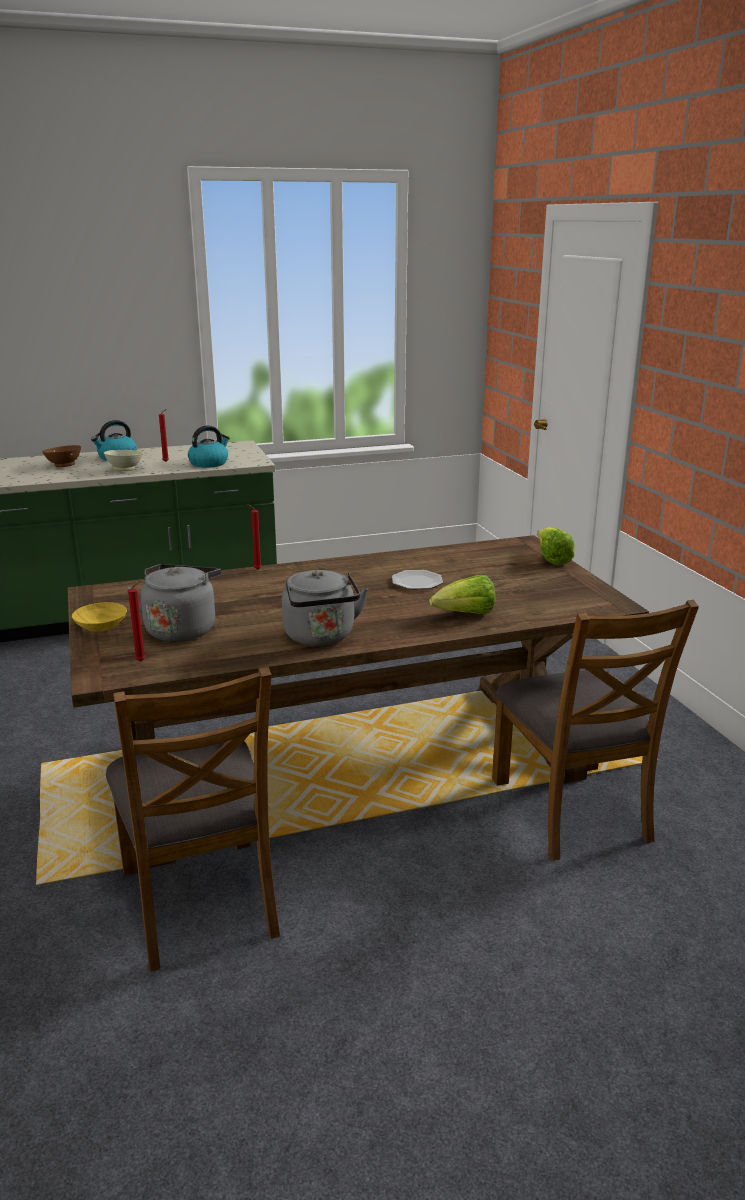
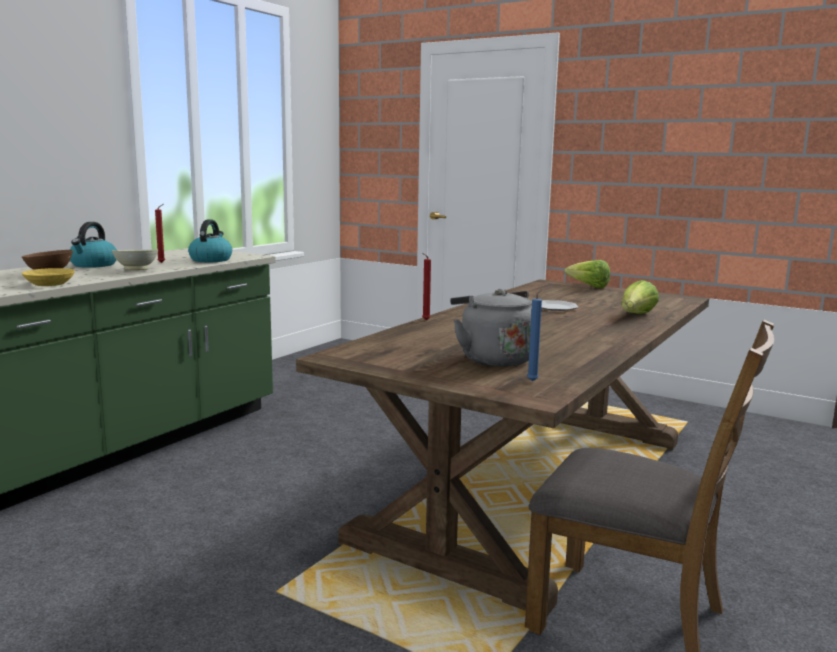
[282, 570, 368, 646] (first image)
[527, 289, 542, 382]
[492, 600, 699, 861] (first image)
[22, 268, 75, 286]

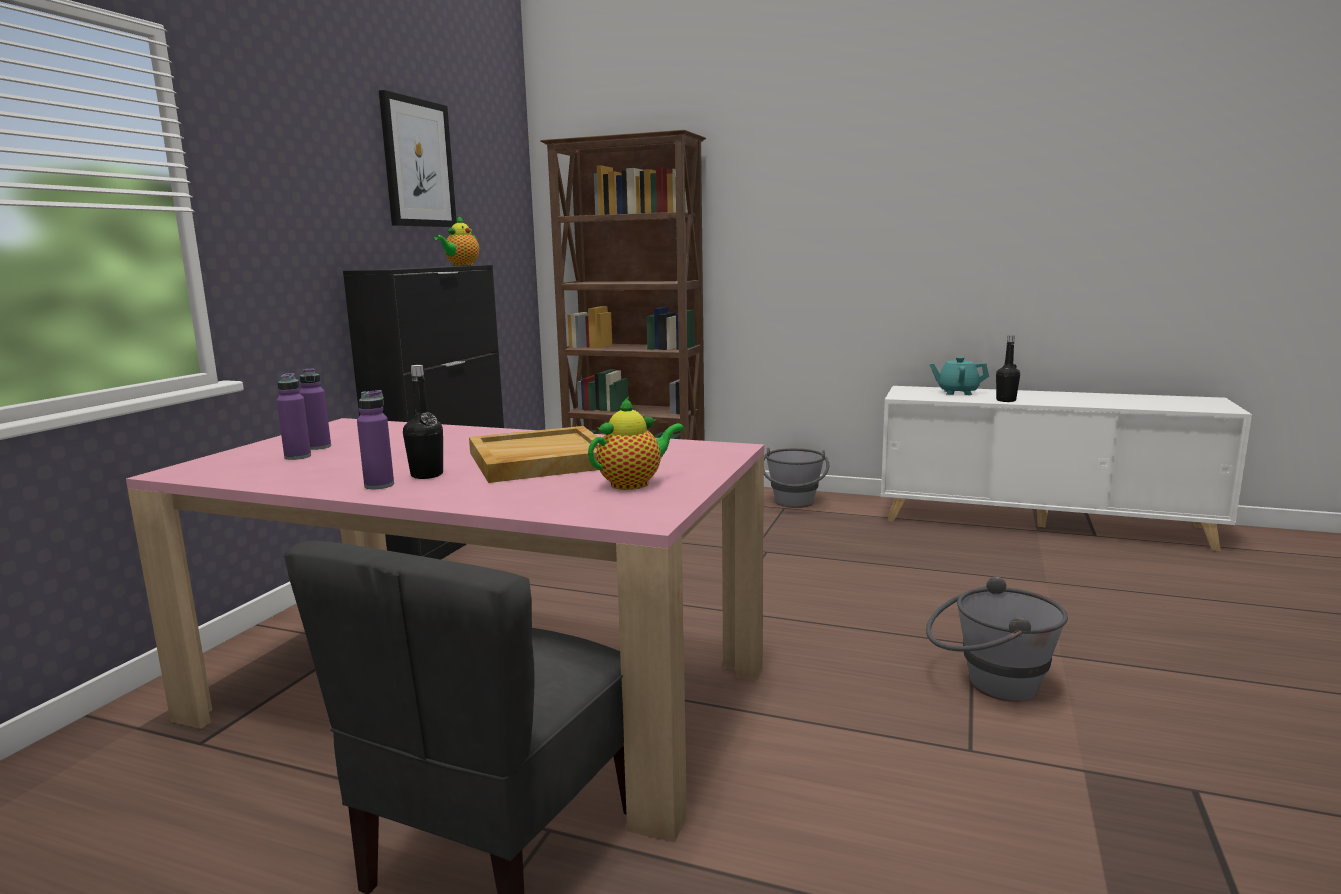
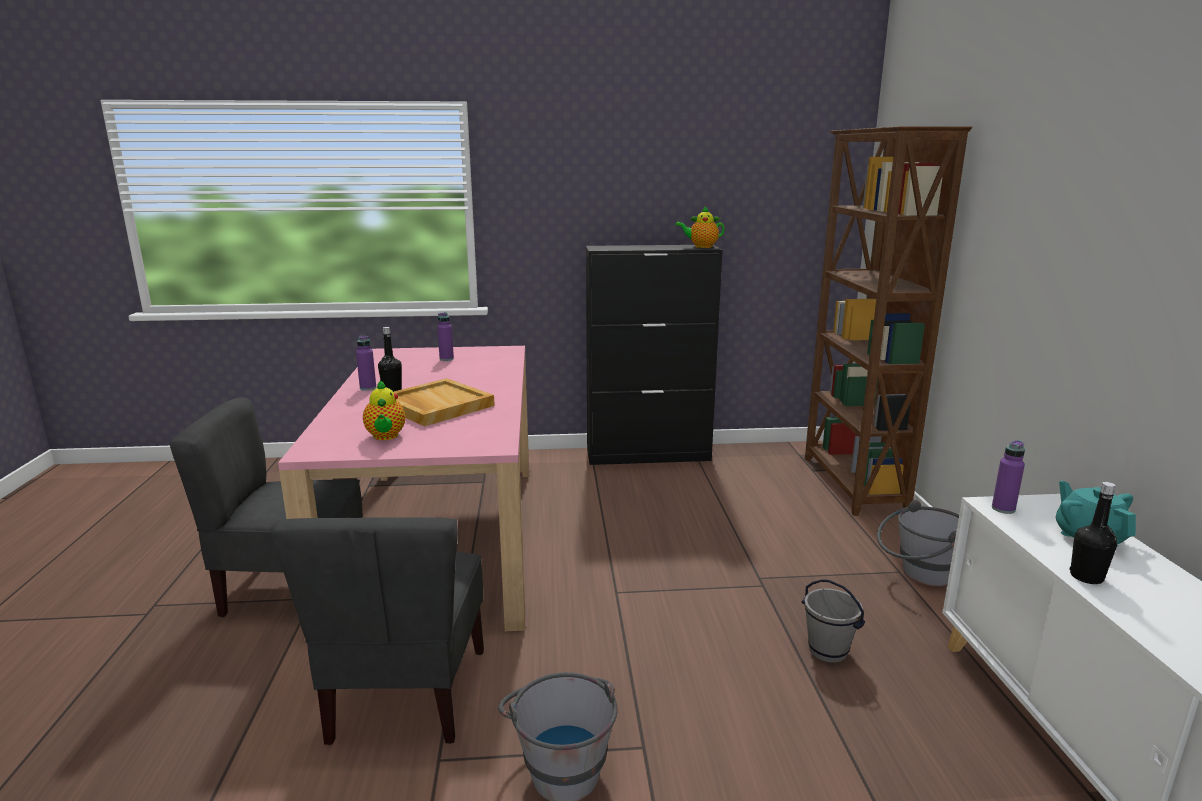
[379, 90, 457, 227] (first image)
[992, 440, 1025, 514]
[363, 380, 406, 440]
[271, 517, 484, 745]
[802, 579, 865, 663]

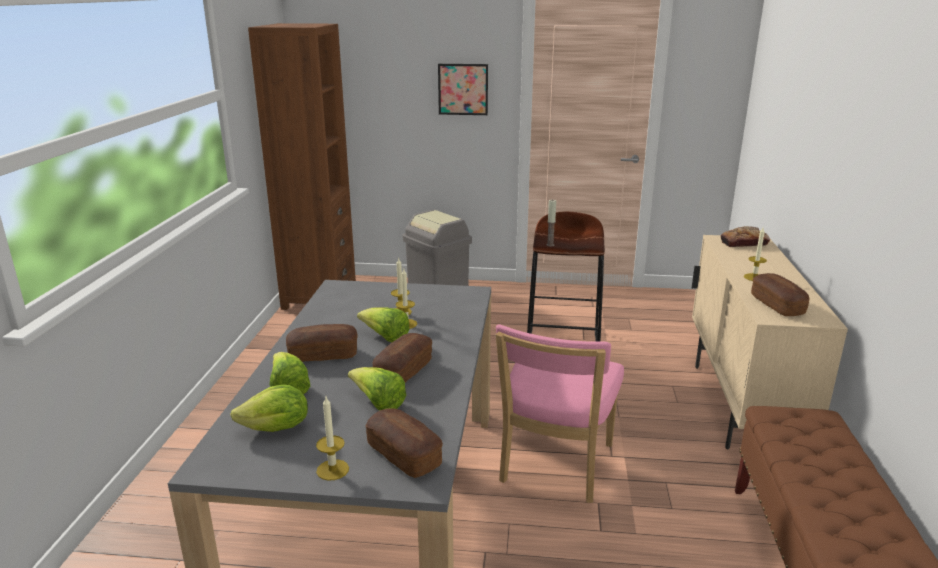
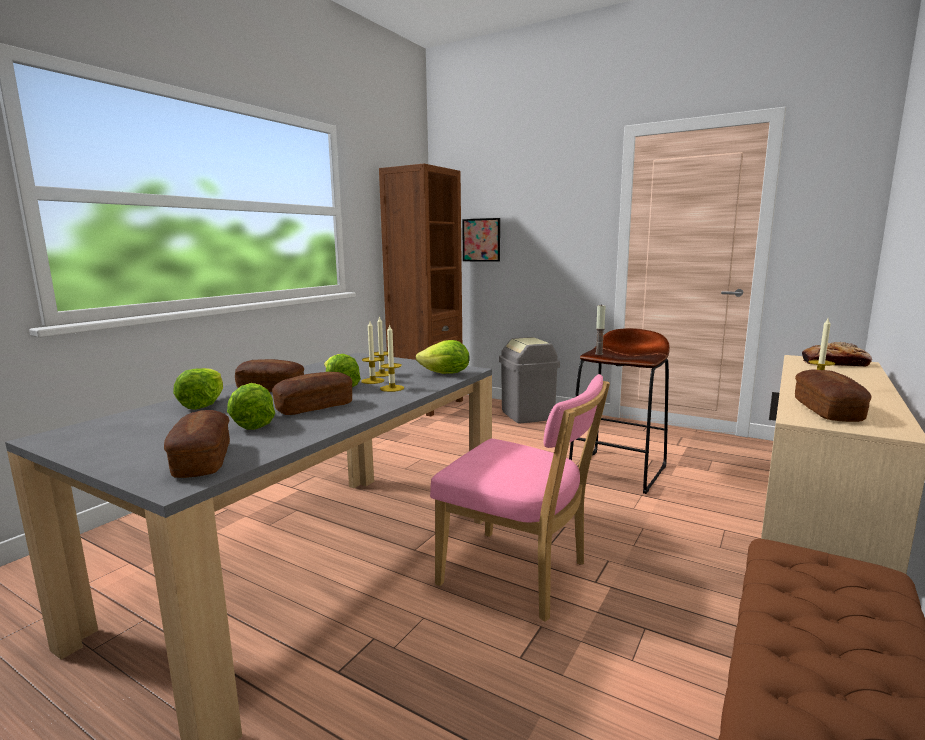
[462, 218, 500, 262]
[430, 374, 610, 622]
[416, 340, 470, 374]
[380, 324, 404, 392]

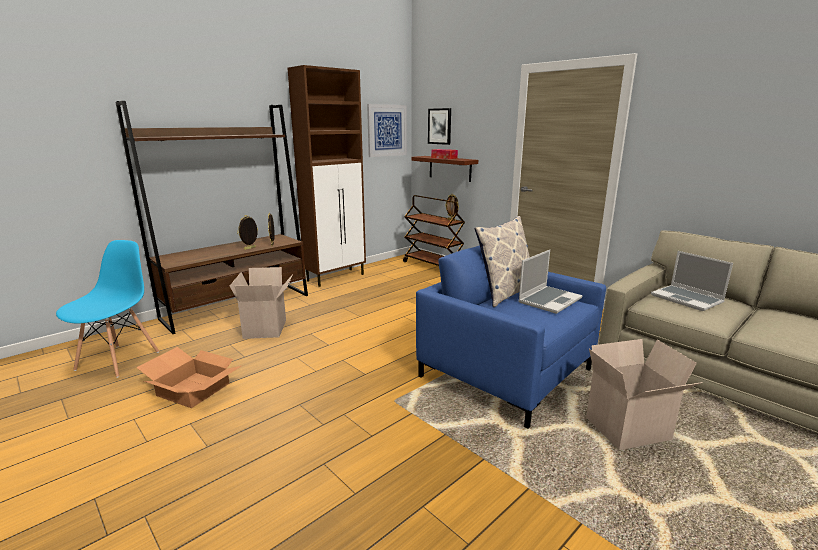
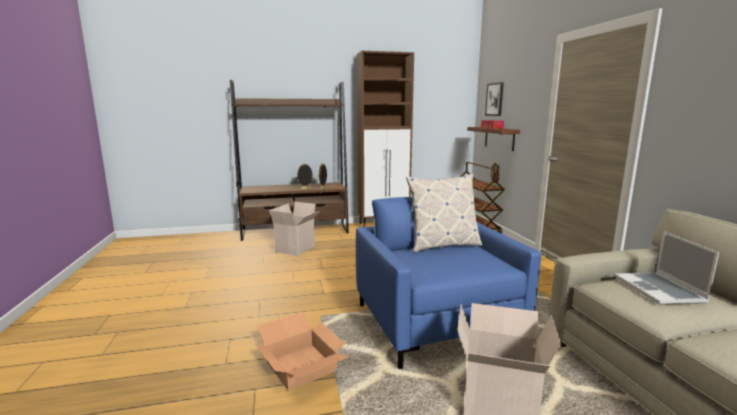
[367, 104, 407, 157] (first image)
[56, 240, 159, 378] (first image)
[518, 250, 583, 314] (first image)
[255, 312, 350, 391]

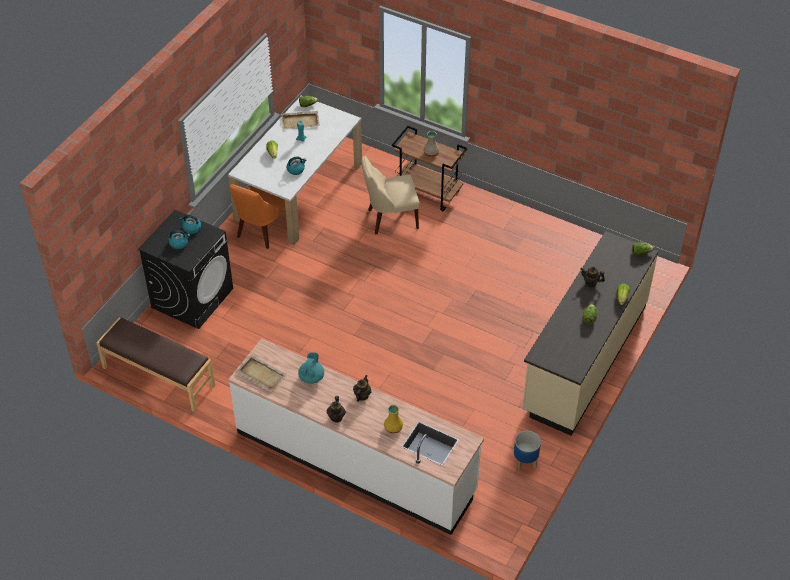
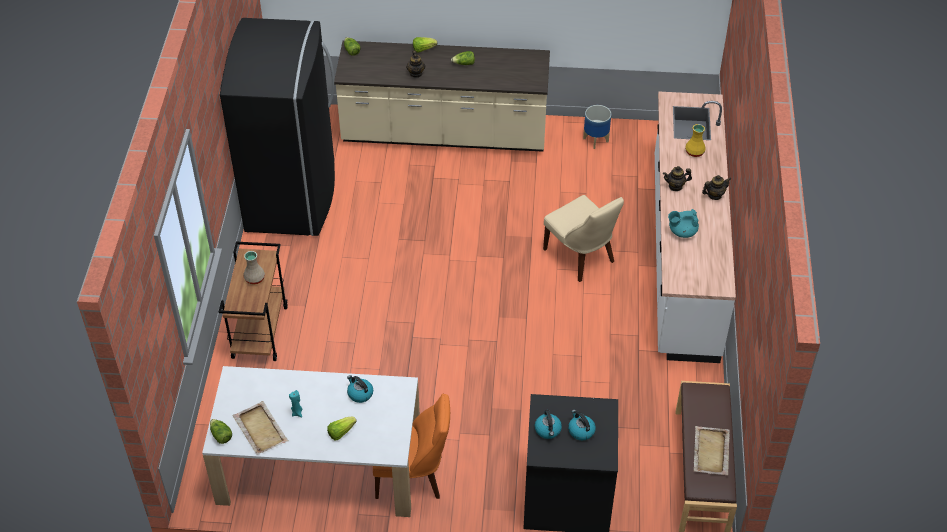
[543, 195, 624, 282]
[694, 426, 730, 475]
[220, 18, 335, 236]

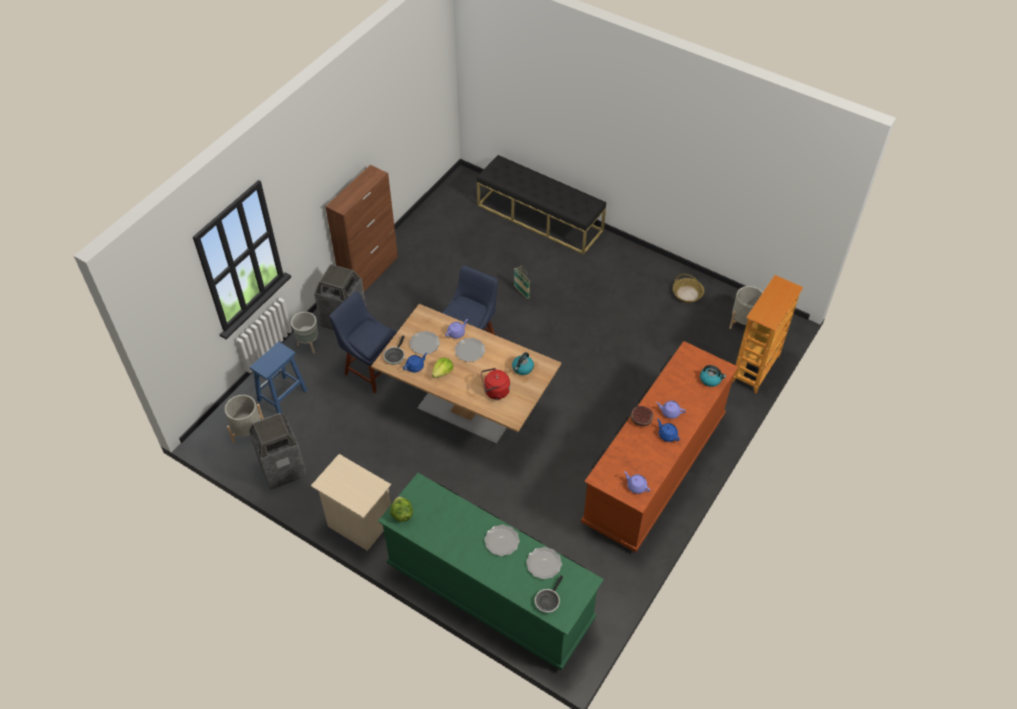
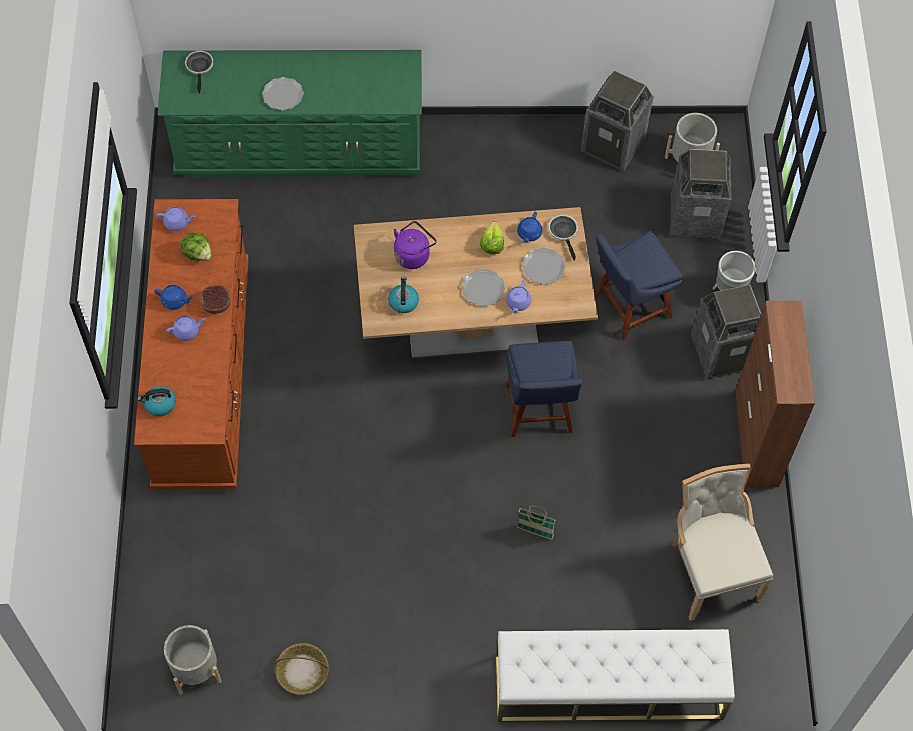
[496, 629, 735, 722]
[732, 275, 803, 394] (first image)
[594, 231, 683, 340]
[671, 149, 732, 239]
[394, 221, 437, 269]
[311, 454, 391, 551] (first image)
[180, 233, 211, 262]
[526, 547, 562, 579] (first image)
[671, 464, 773, 621]

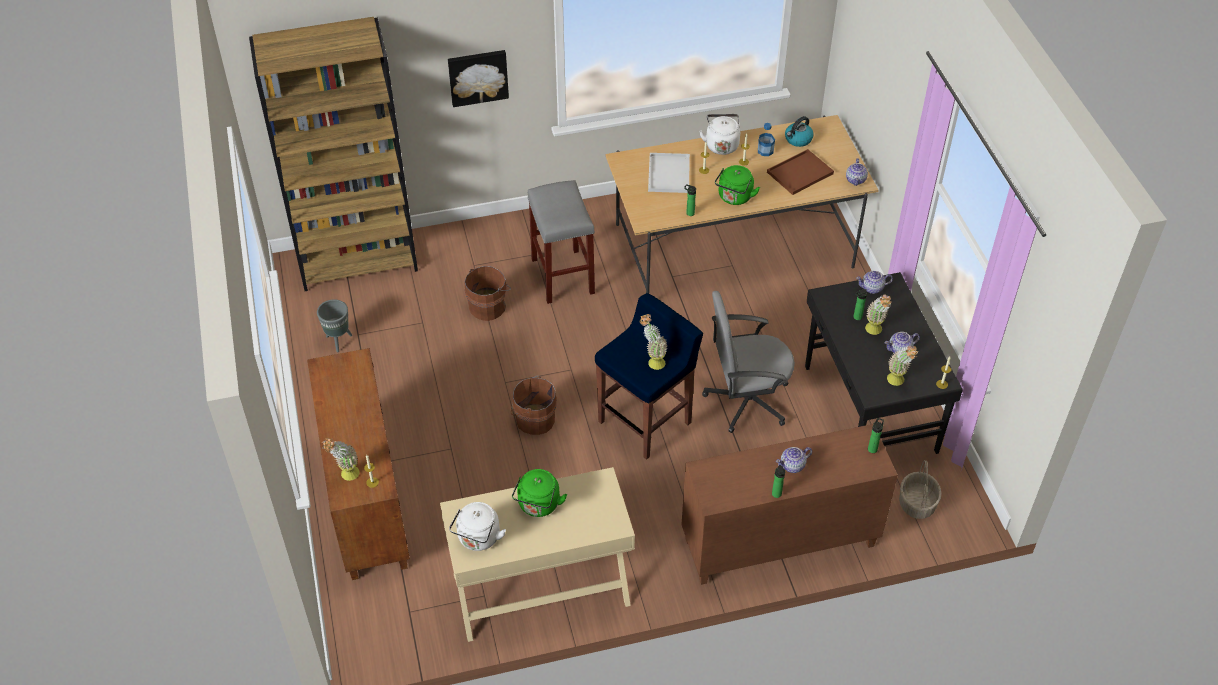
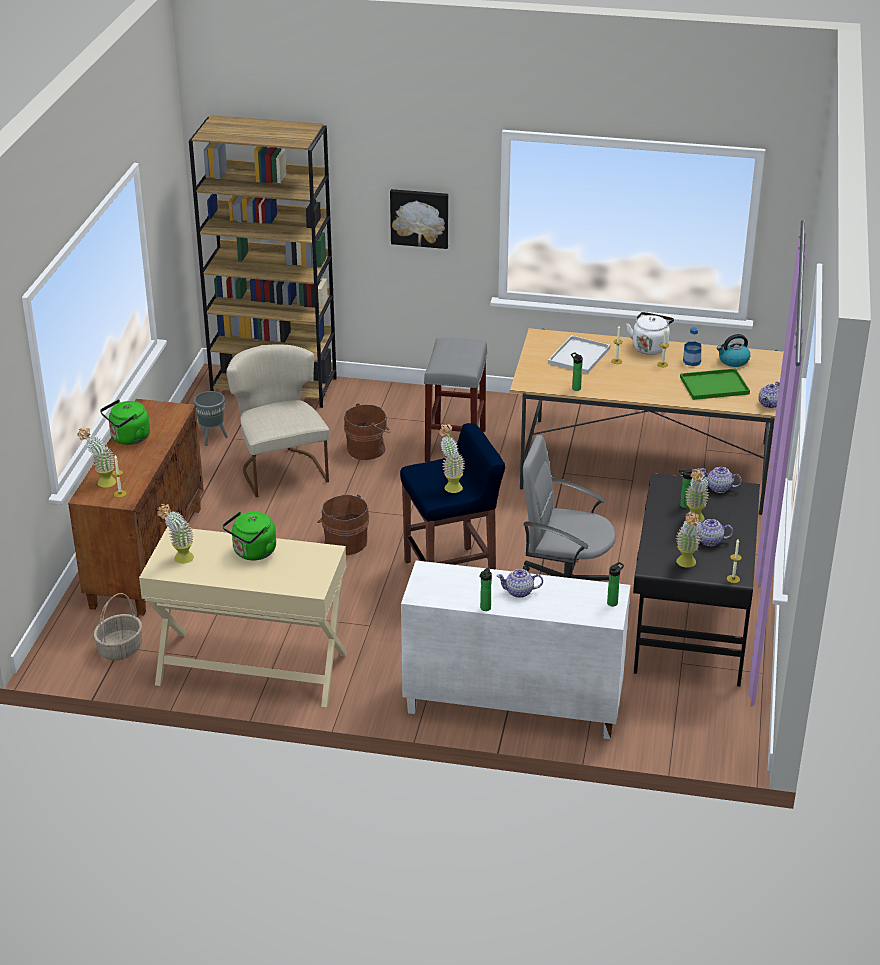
[680, 368, 750, 400]
[100, 399, 150, 445]
[401, 560, 631, 739]
[94, 593, 142, 660]
[157, 504, 194, 564]
[226, 344, 329, 497]

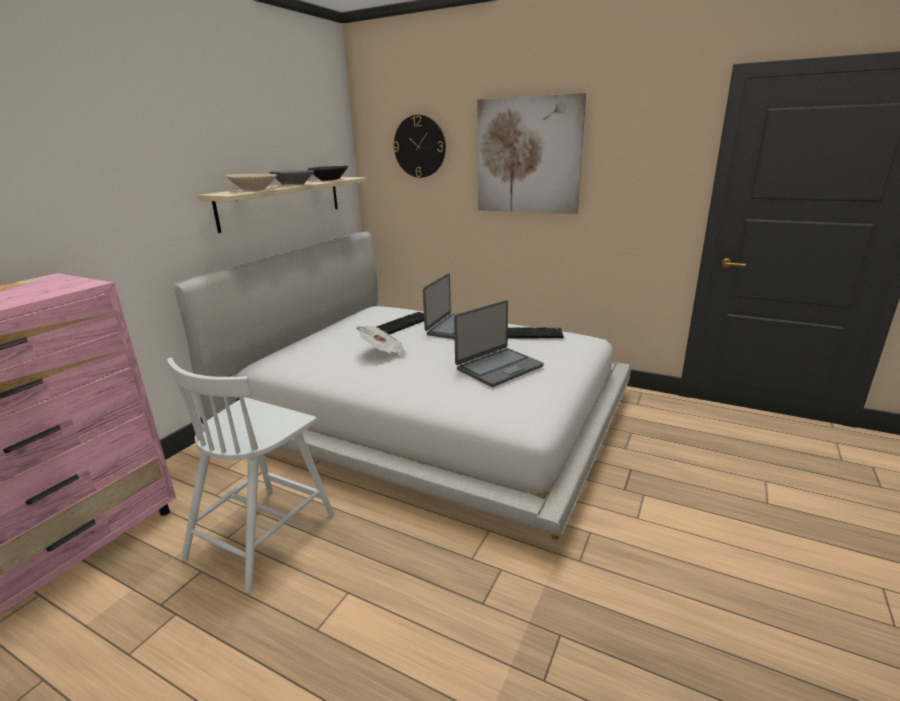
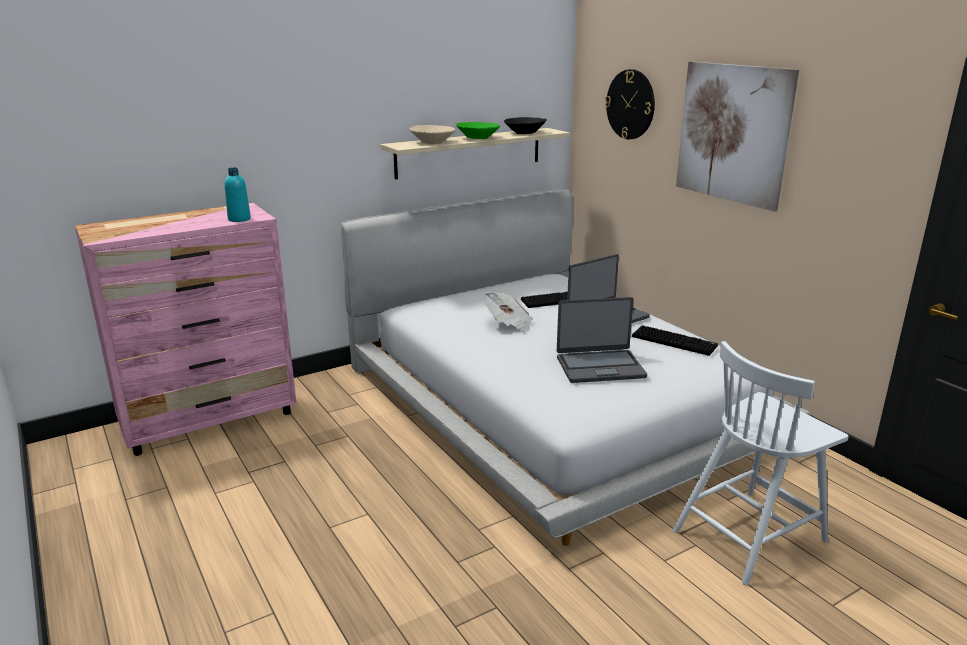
[456, 122, 500, 139]
[673, 341, 848, 585]
[225, 168, 251, 222]

